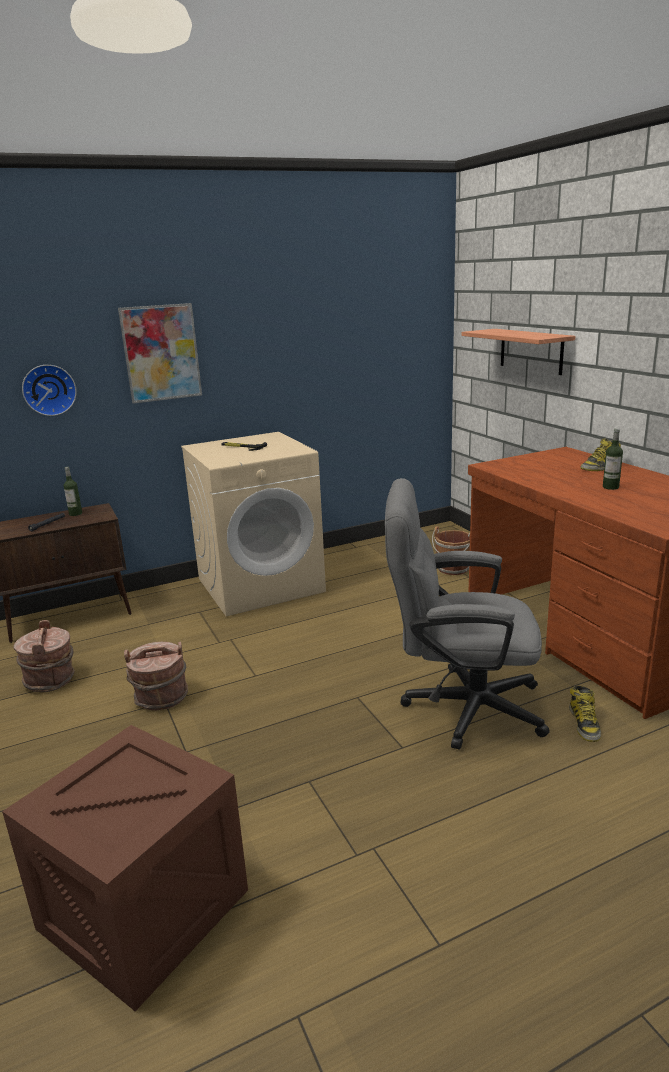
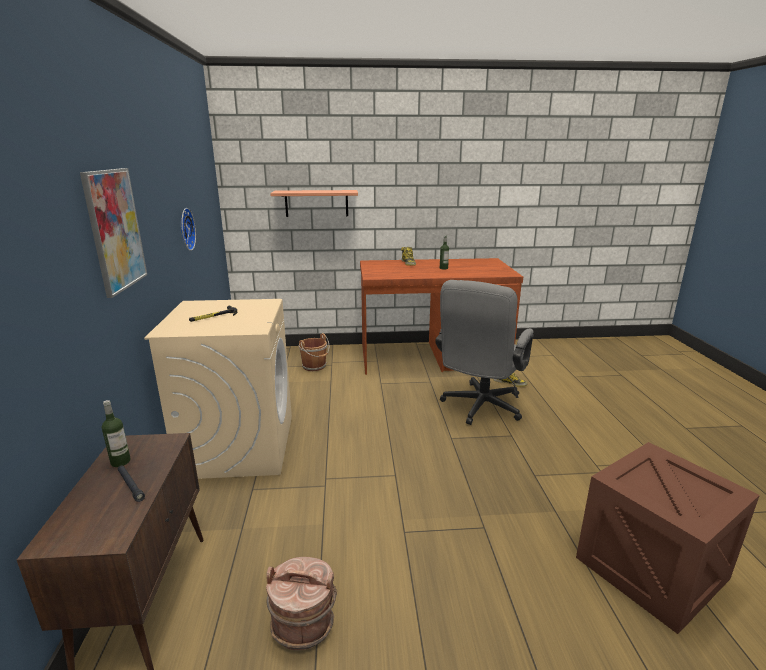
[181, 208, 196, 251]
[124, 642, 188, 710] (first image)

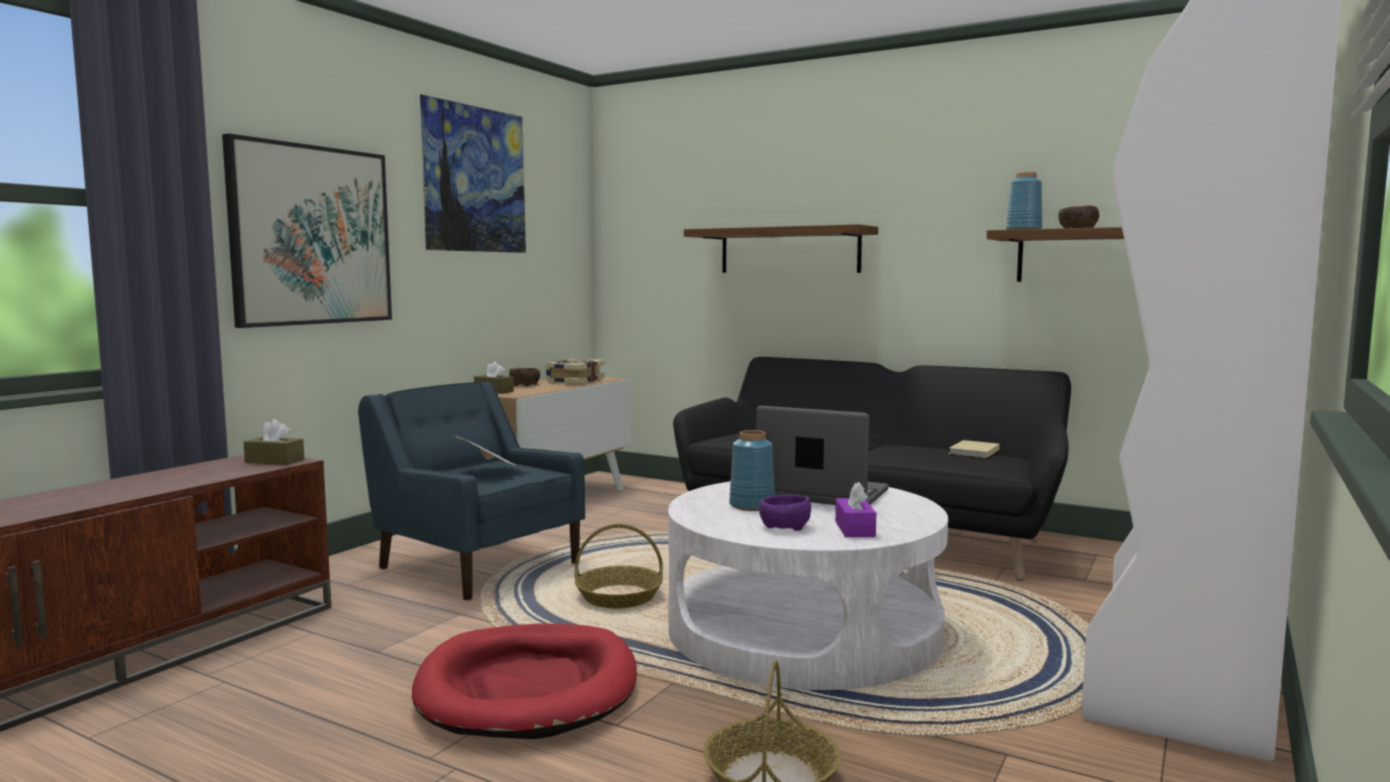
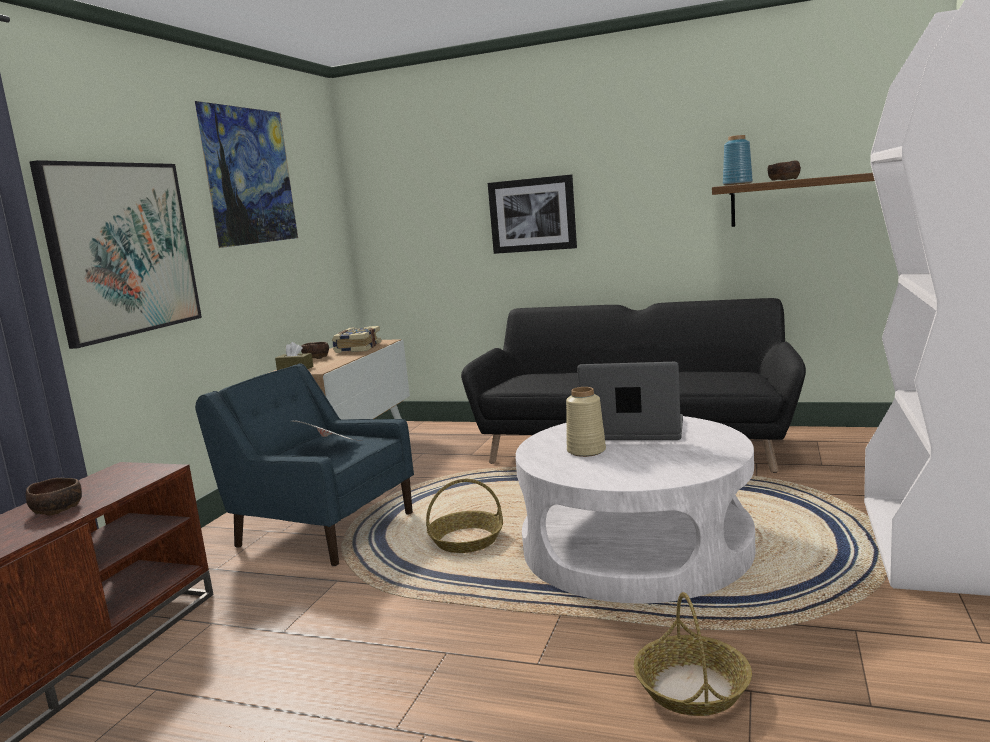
[488, 174, 577, 254]
[243, 419, 304, 465] (first image)
[566, 387, 606, 457]
[949, 440, 1000, 458] (first image)
[835, 482, 876, 537] (first image)
[759, 494, 811, 531] (first image)
[412, 624, 637, 739] (first image)
[26, 478, 82, 516]

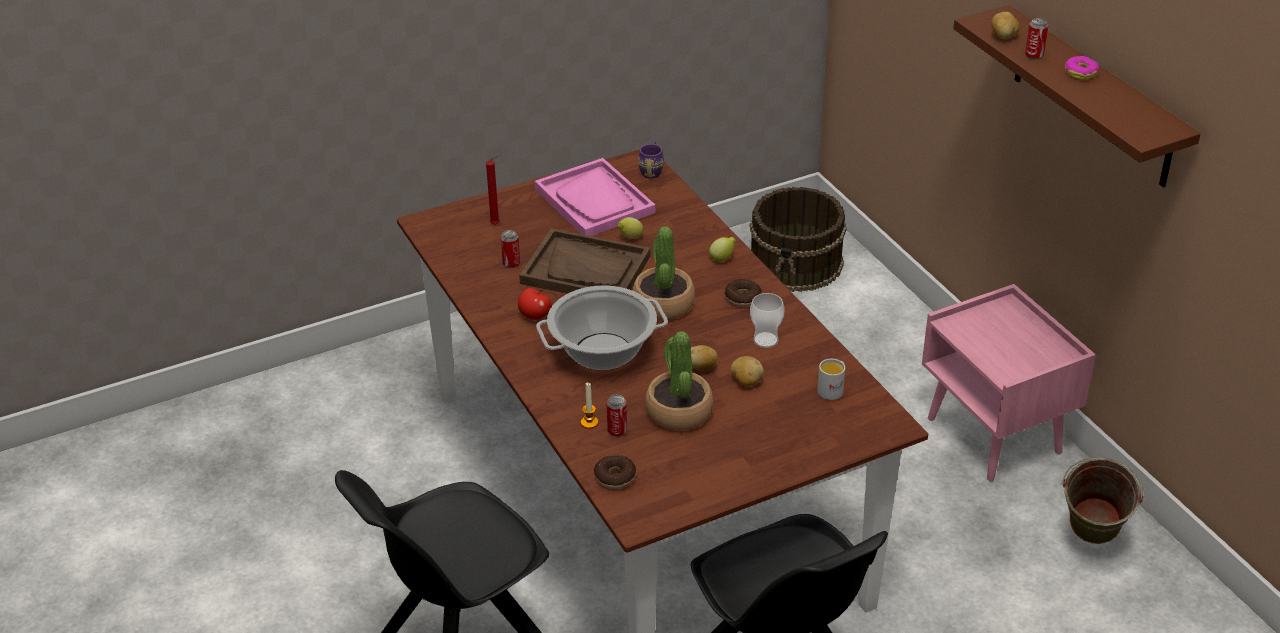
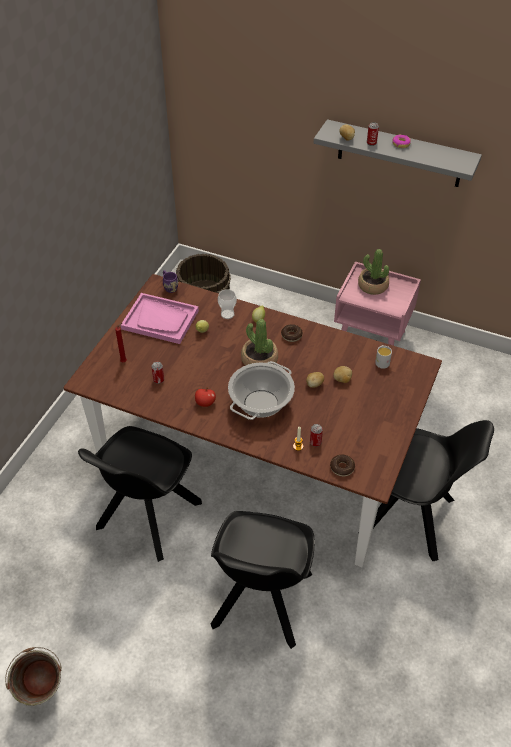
[314, 119, 482, 187]
[519, 228, 650, 294] (first image)
[218, 289, 237, 319]
[358, 249, 389, 295]
[5, 647, 62, 706]
[78, 426, 202, 562]

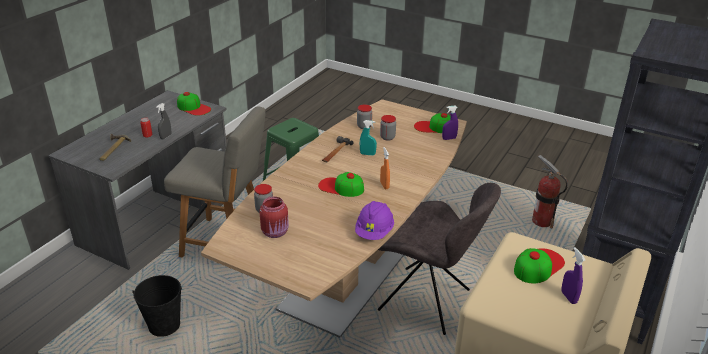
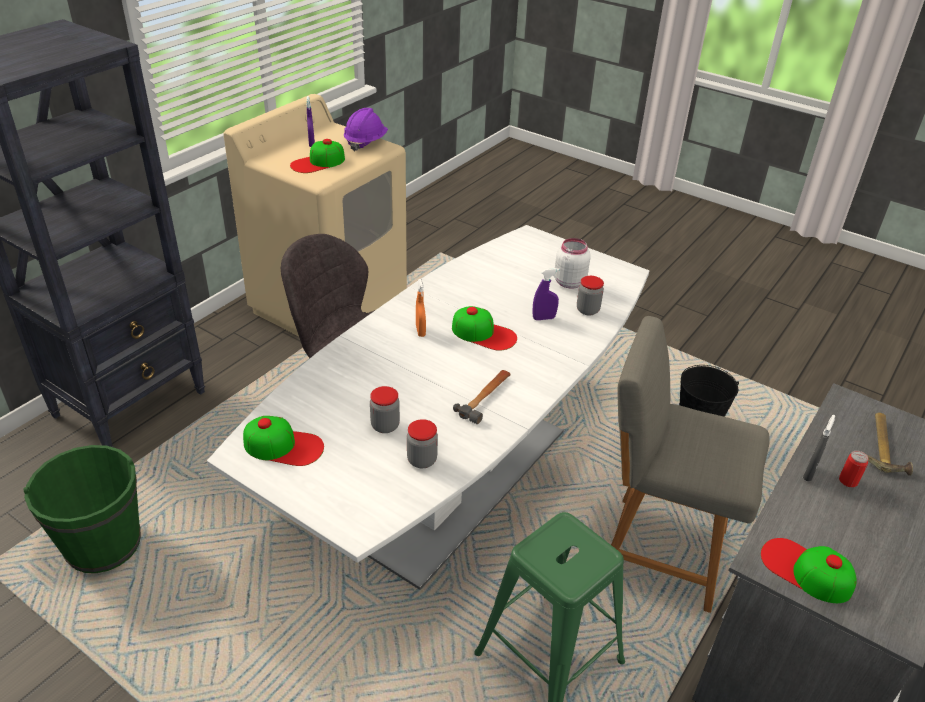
[207, 225, 649, 590]
[533, 268, 560, 320]
[360, 120, 377, 156] (first image)
[24, 445, 141, 573]
[555, 238, 591, 289]
[344, 108, 388, 151]

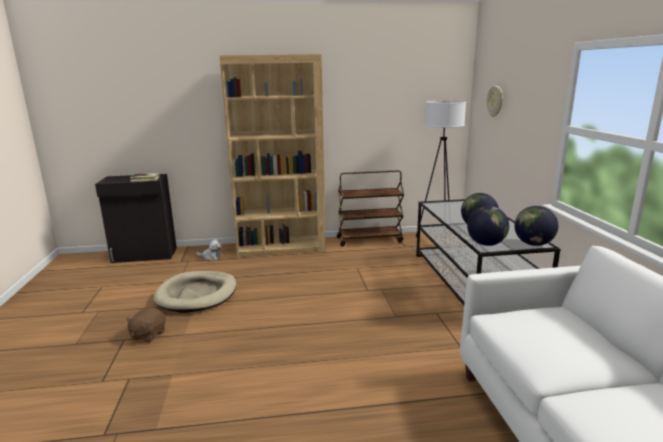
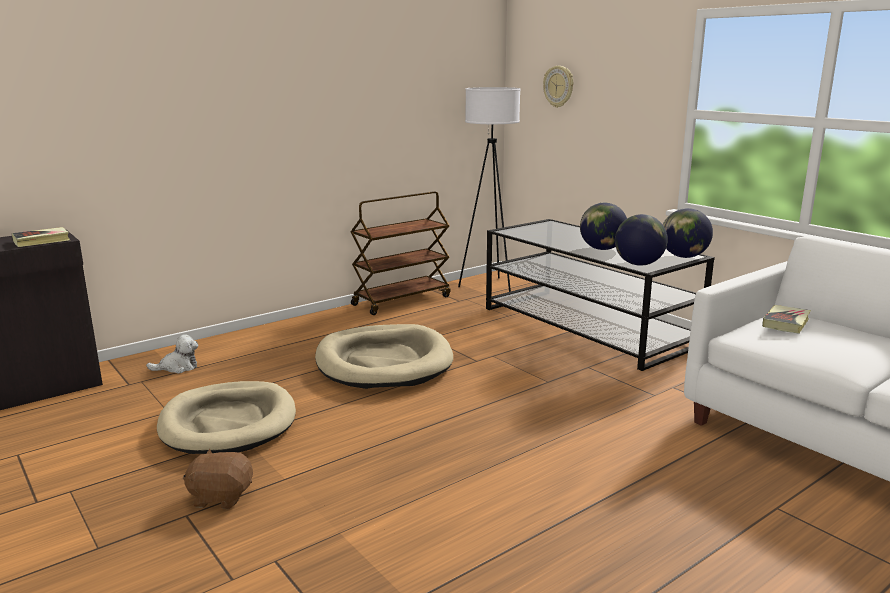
[219, 54, 326, 257] (first image)
[183, 449, 253, 509]
[762, 305, 811, 334]
[315, 324, 453, 389]

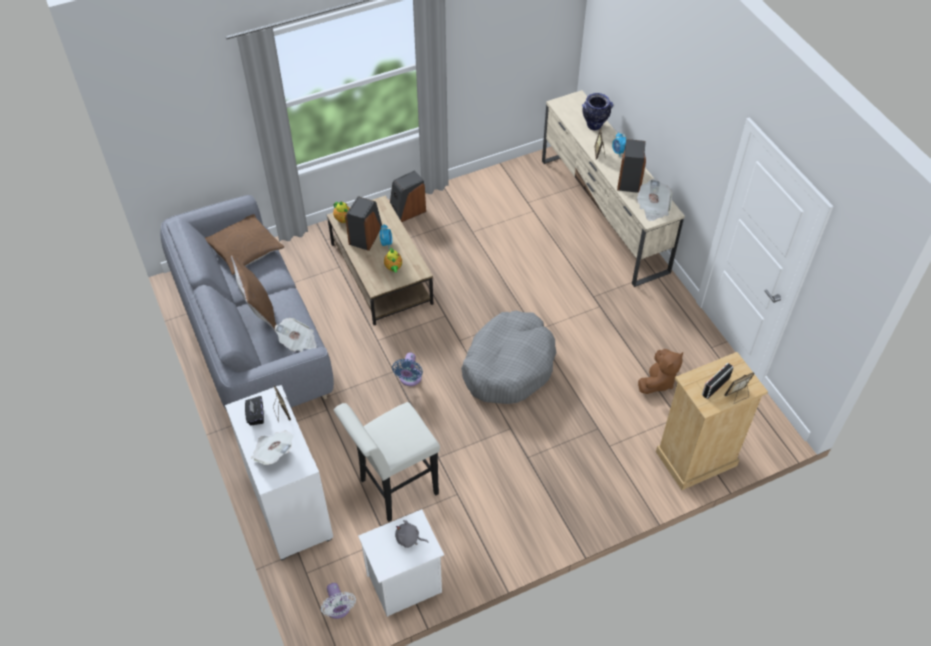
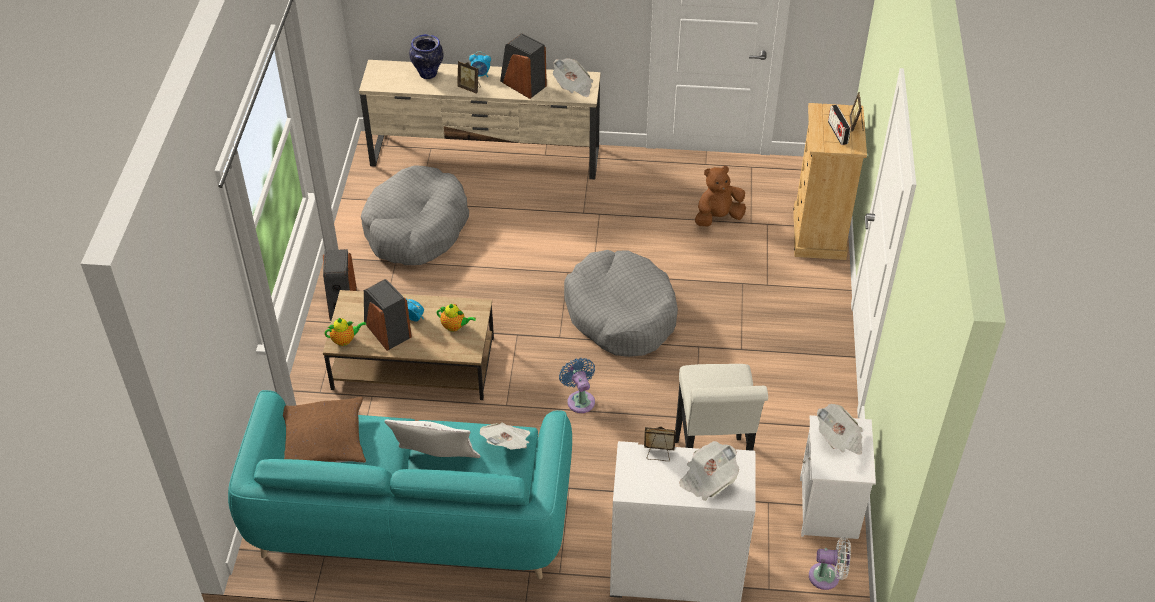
[228, 390, 572, 579]
[385, 420, 480, 458]
[695, 166, 746, 226]
[559, 358, 595, 413]
[245, 396, 264, 425] (first image)
[817, 404, 863, 454]
[361, 165, 469, 265]

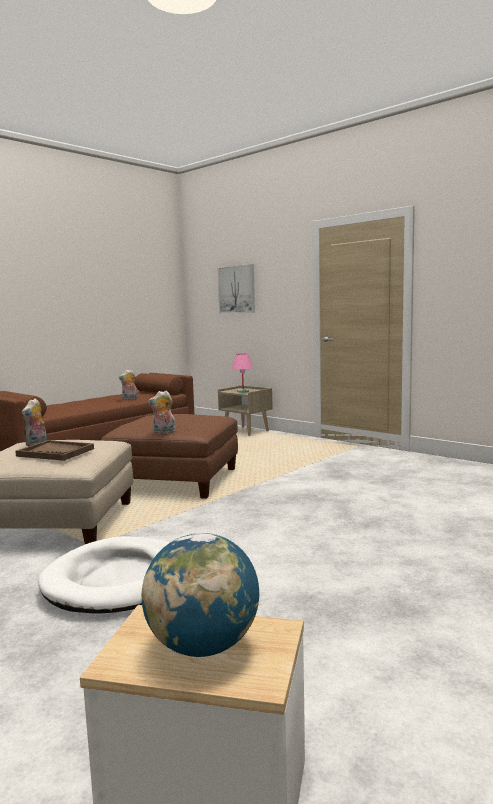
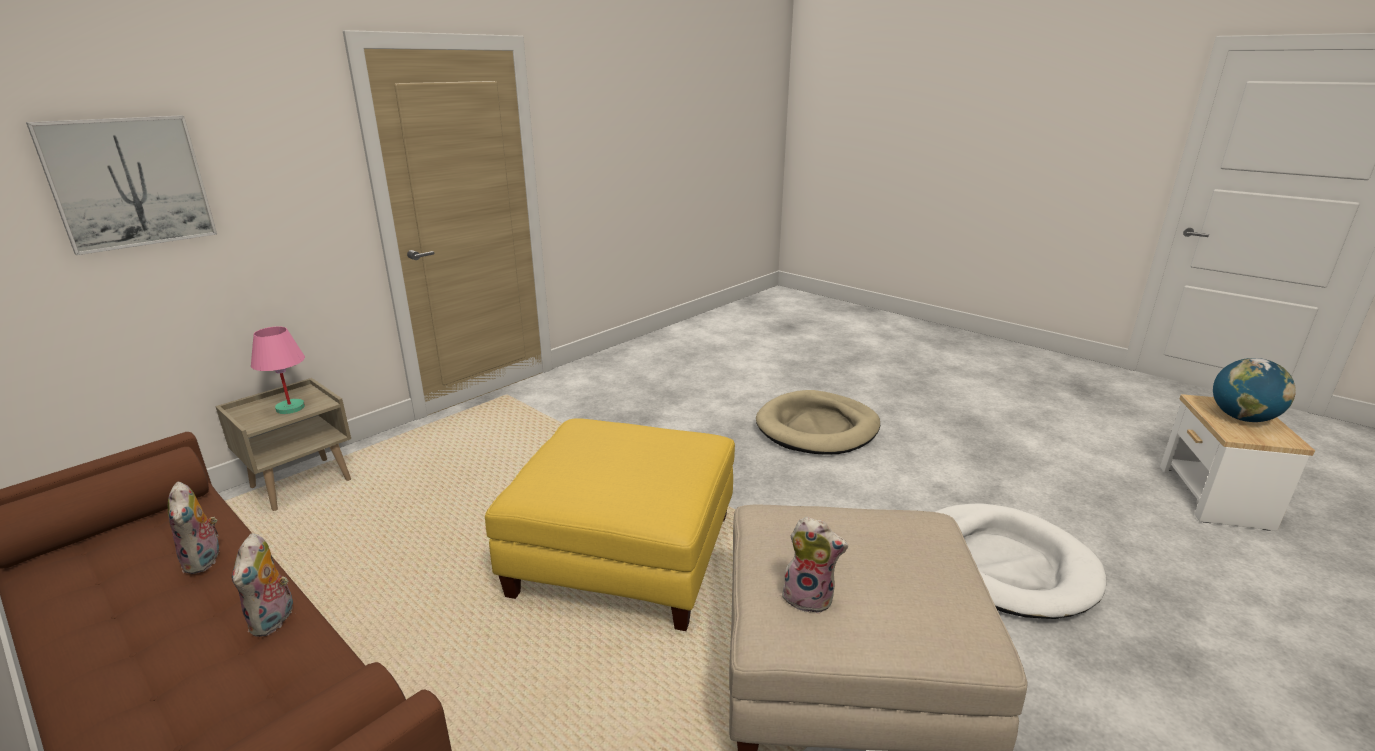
[232, 533, 293, 637]
[485, 418, 735, 631]
[15, 440, 94, 461] (first image)
[756, 390, 880, 455]

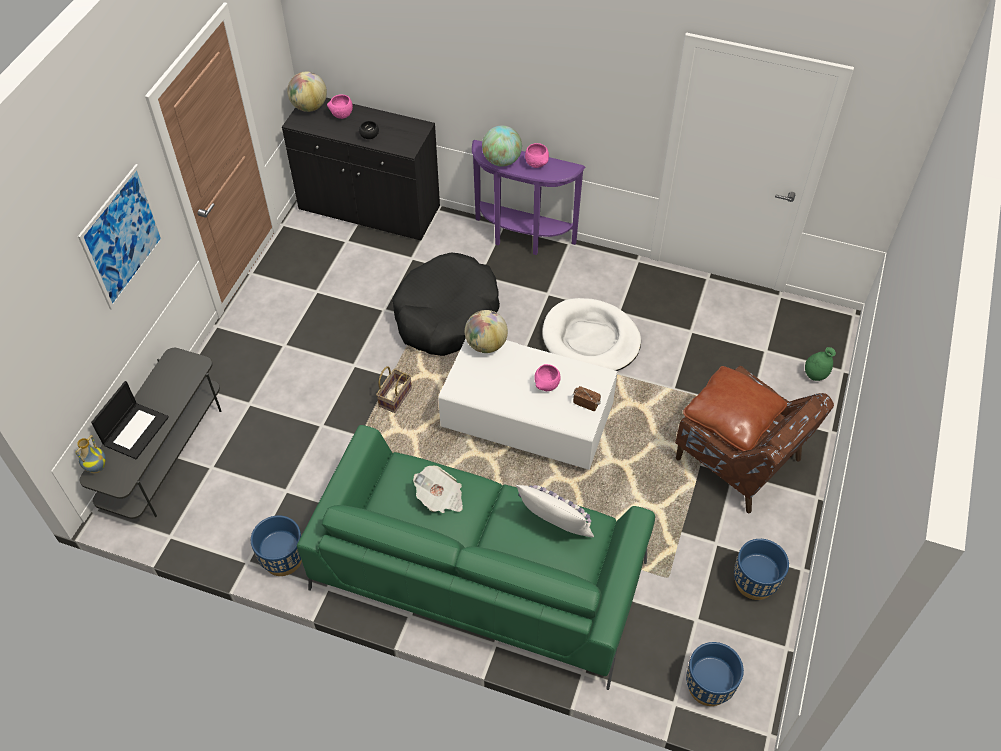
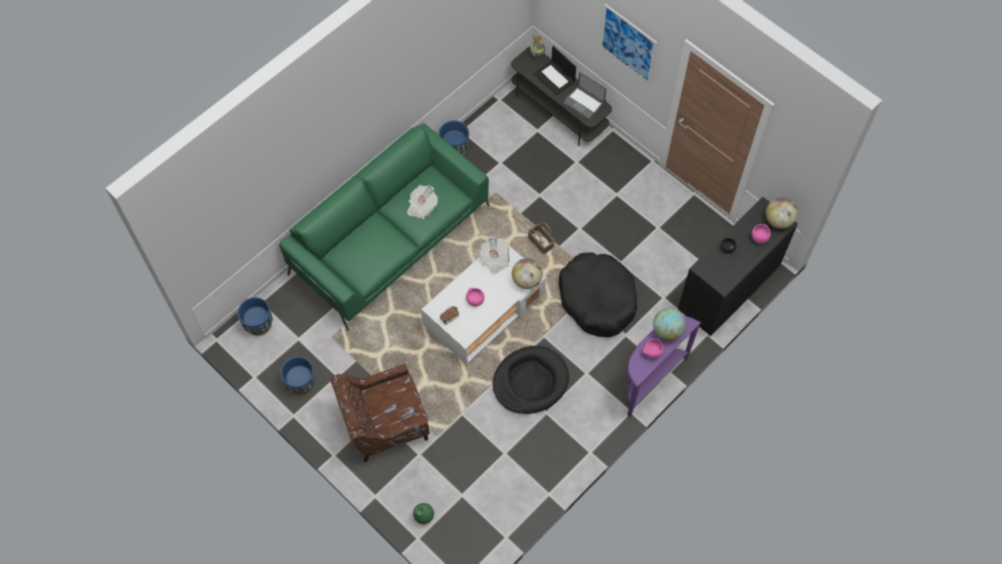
[493, 346, 569, 414]
[683, 366, 787, 452] (first image)
[516, 485, 594, 537] (first image)
[563, 72, 606, 120]
[480, 237, 510, 275]

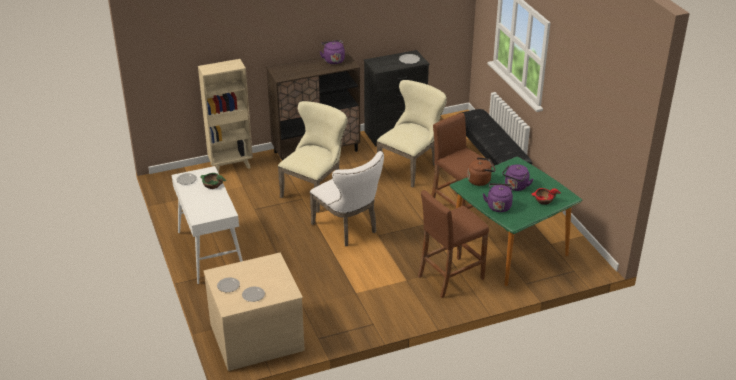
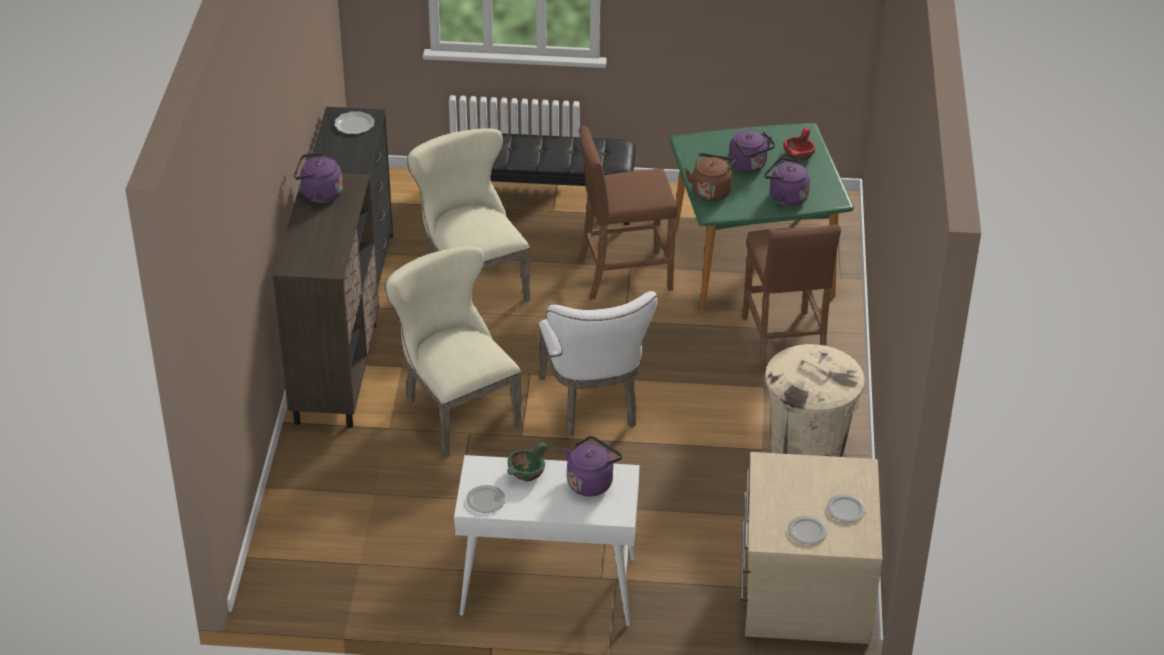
[198, 59, 253, 173] (first image)
[538, 291, 657, 437]
[765, 344, 864, 457]
[565, 436, 622, 497]

